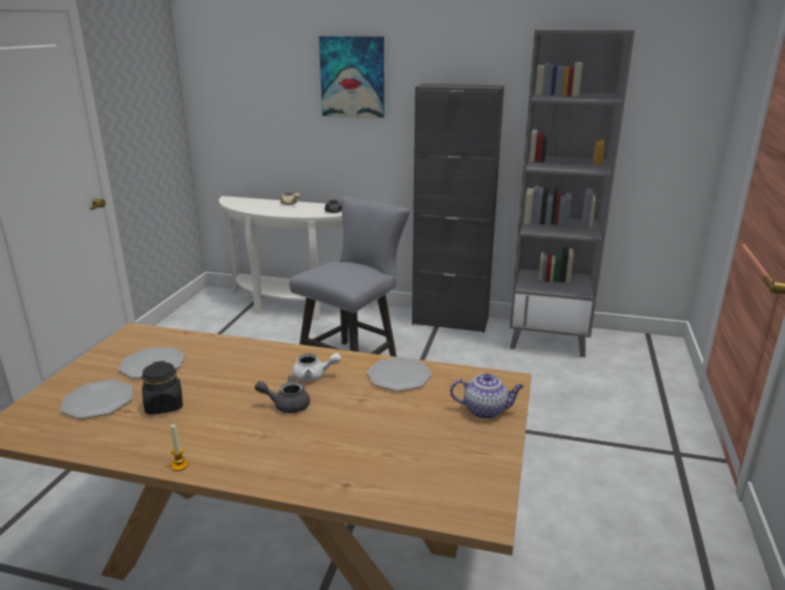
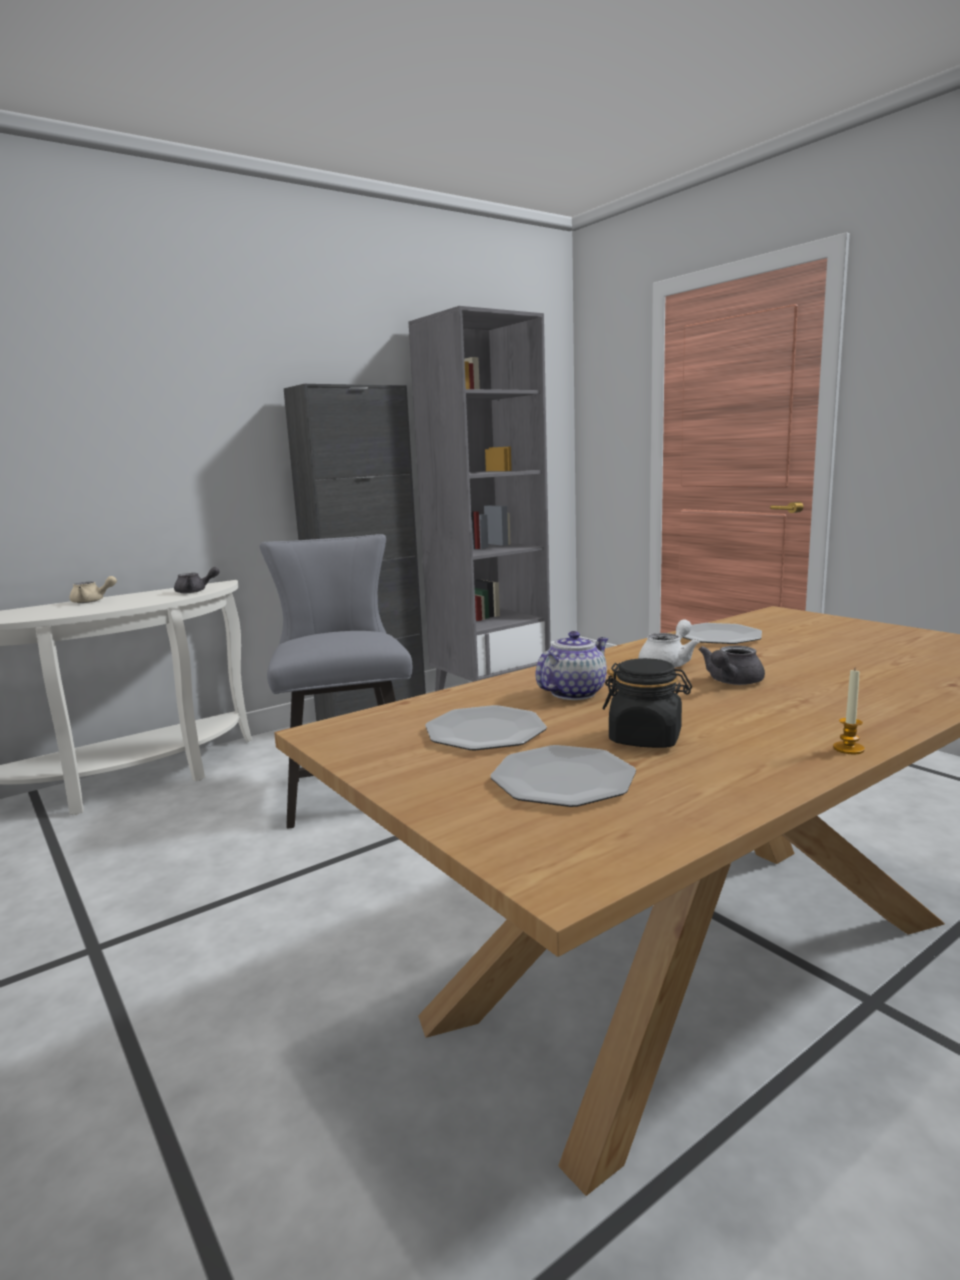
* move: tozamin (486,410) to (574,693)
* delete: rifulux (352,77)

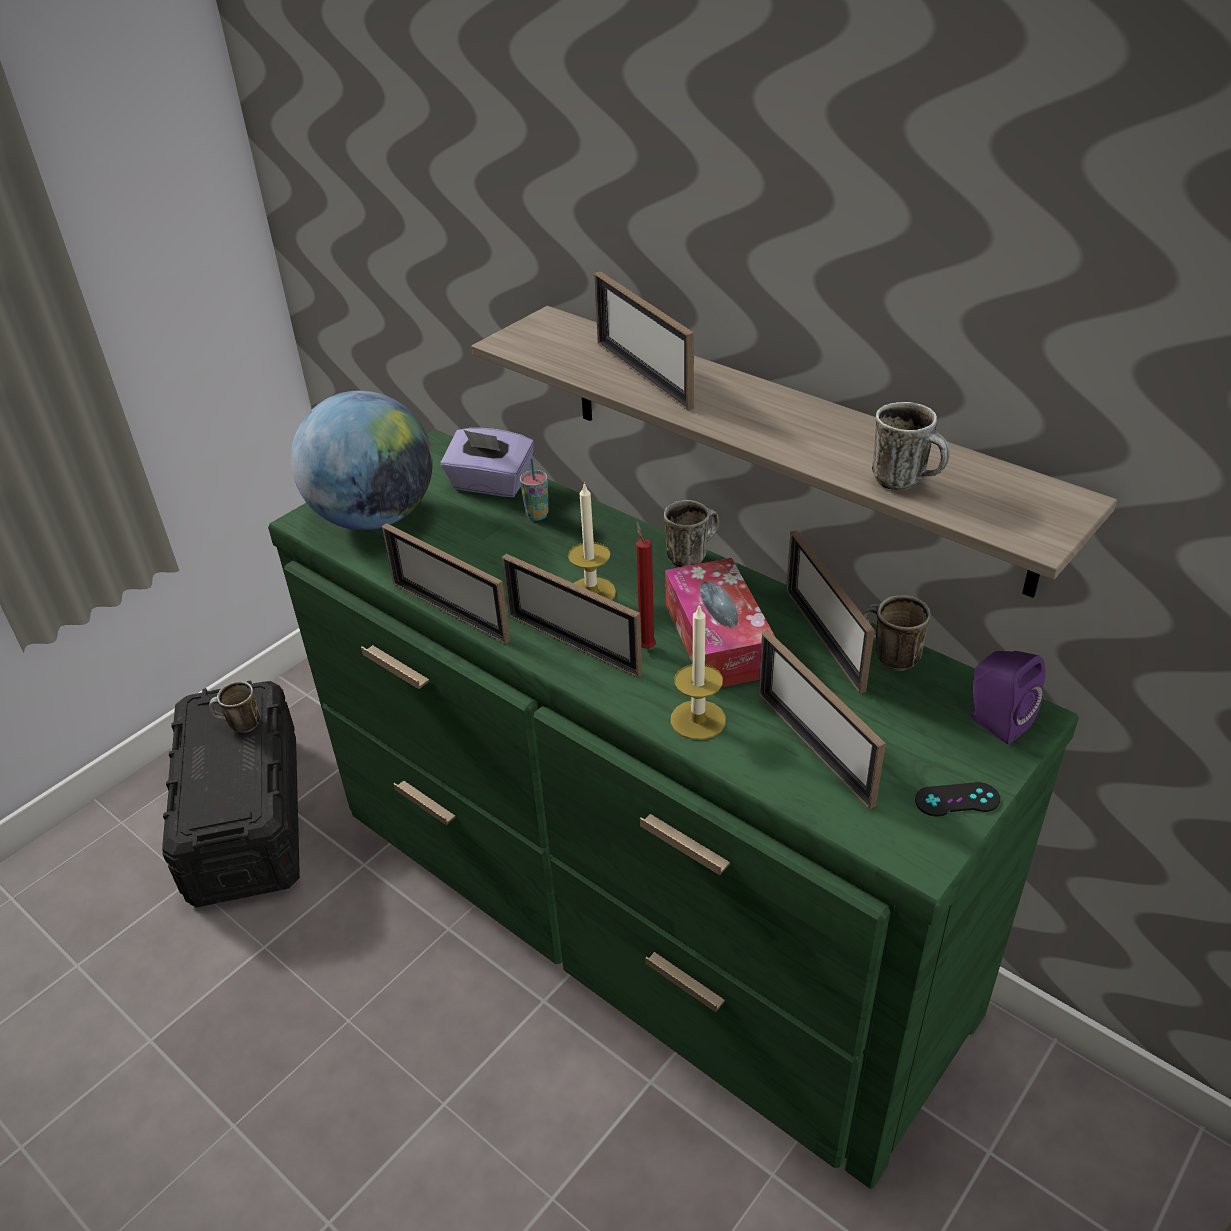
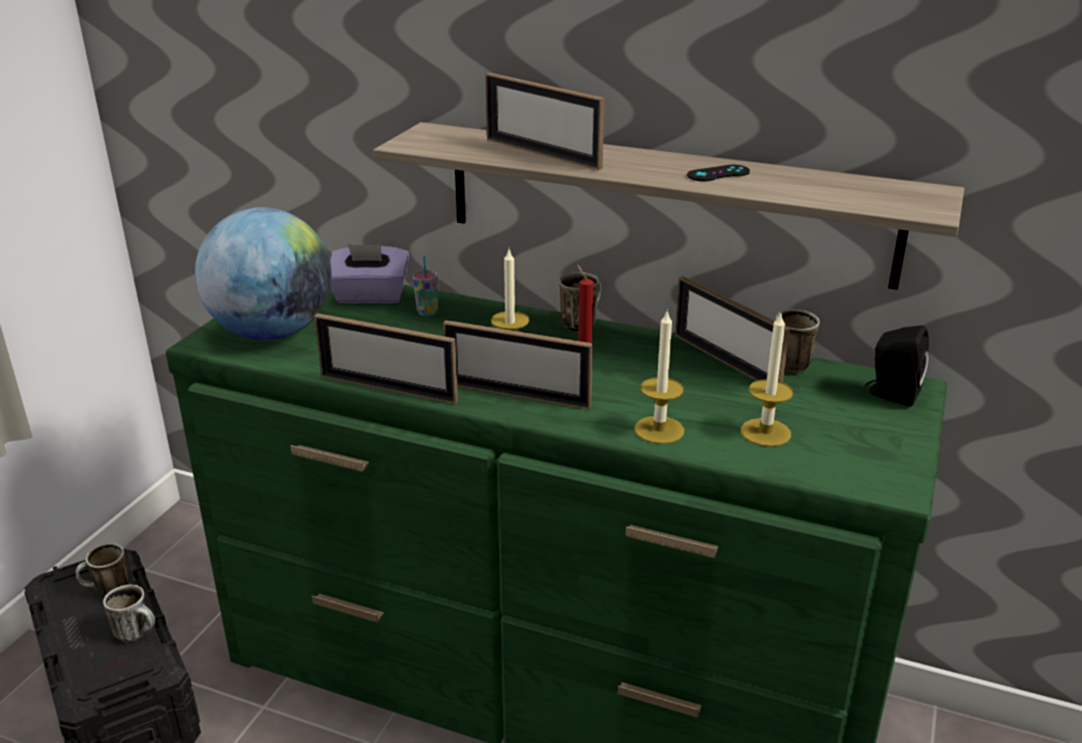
* move: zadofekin (907,482) to (138,634)
* move: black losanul (957,800) to (718,174)
* replace: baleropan (814,747) to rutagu (765,432)
* recolor: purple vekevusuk (994,722) to black vekevusuk (891,394)
* delete: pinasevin (718,639)

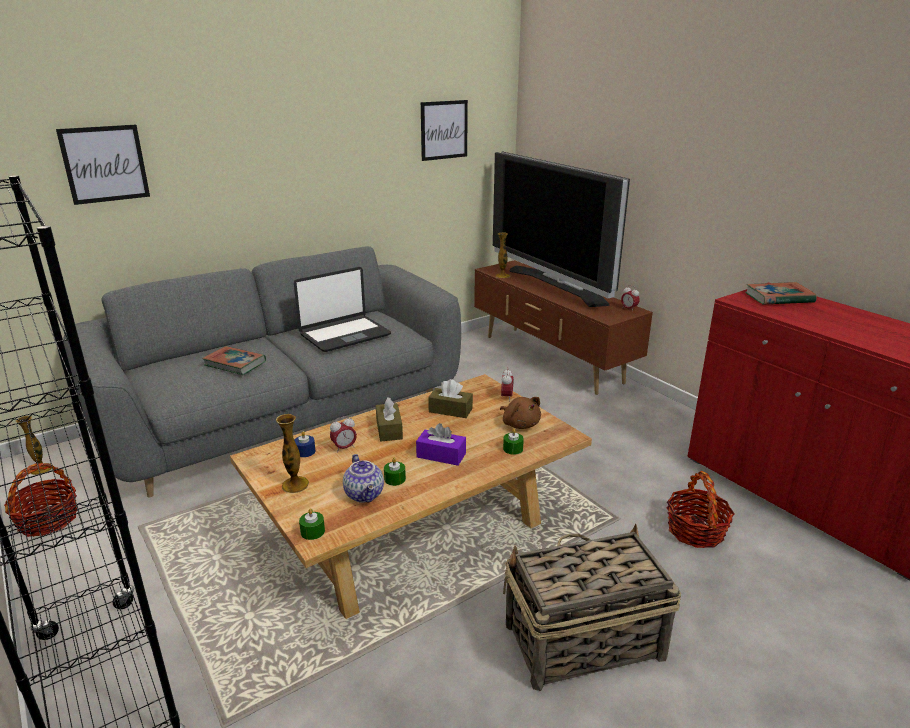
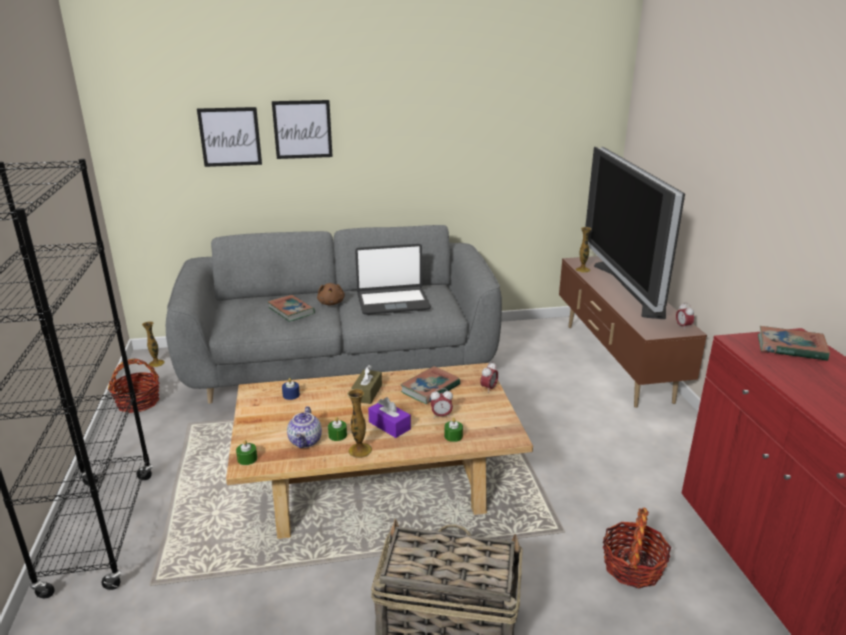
* move: rifulux (444,130) to (302,129)
* move: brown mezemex (520,424) to (331,303)
* move: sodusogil (295,485) to (360,450)
* replace: brown pinasevin (450,410) to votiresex (430,388)
* move: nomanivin (344,448) to (441,416)

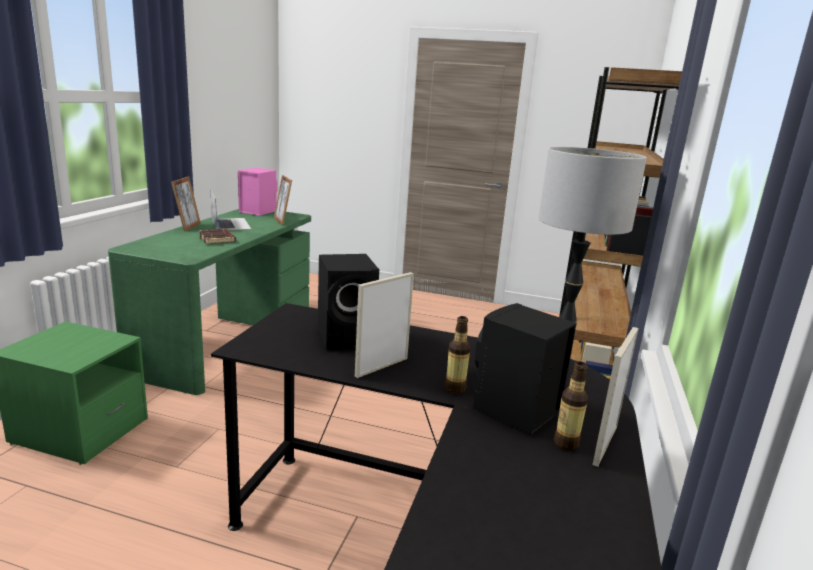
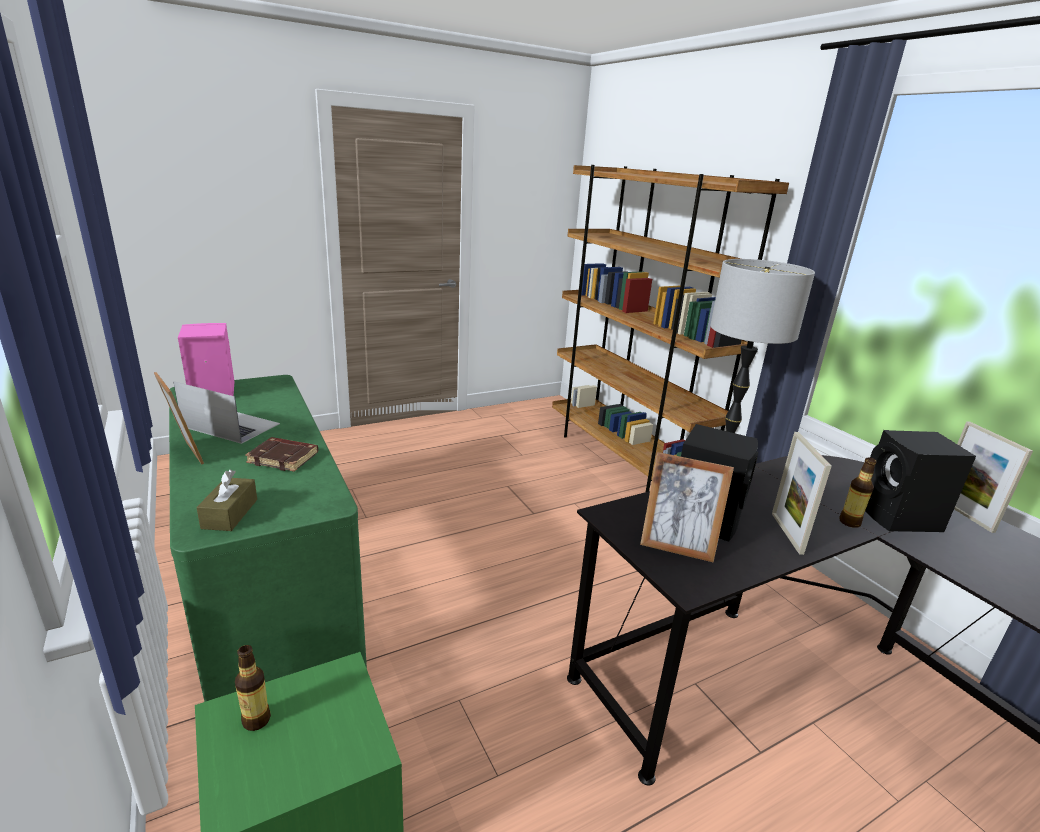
* insert: brown pinasevin (230,514)
* move: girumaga (566,444) to (256,720)
* move: baleropan (282,221) to (677,547)

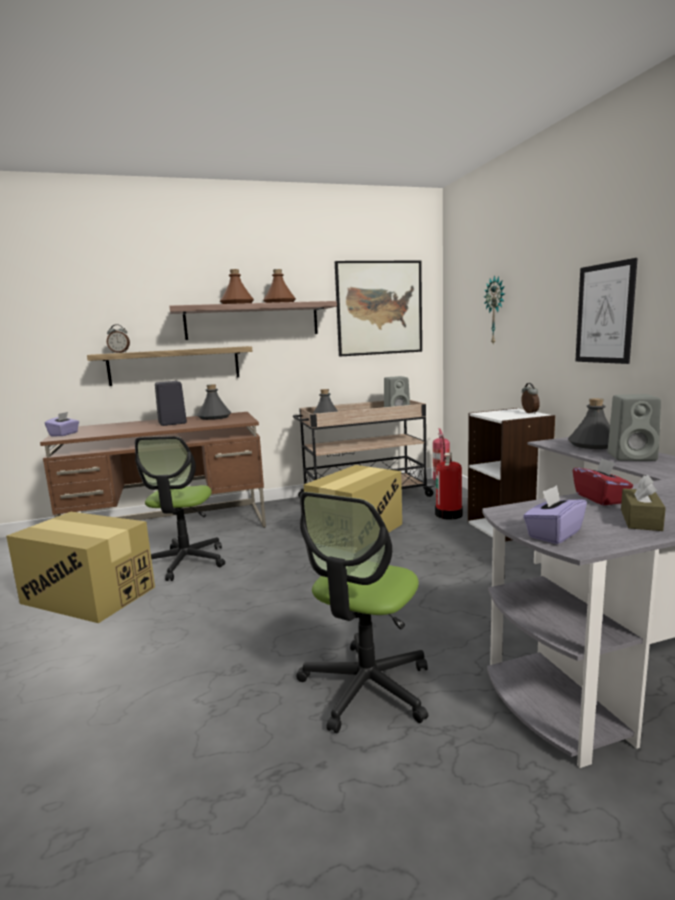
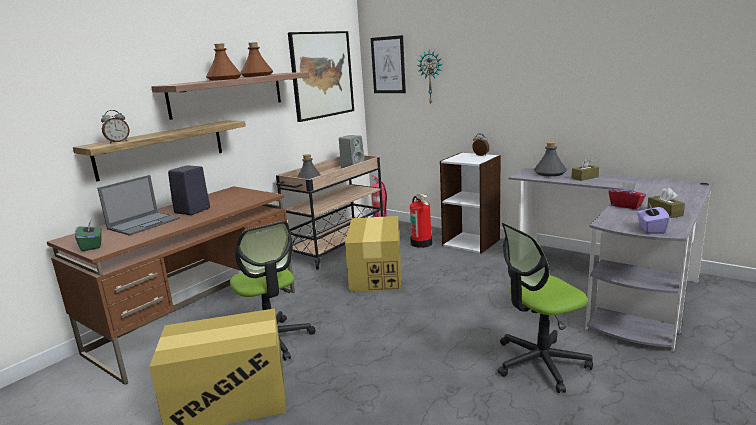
* recolor: purple pinasevin (64,434) to green pinasevin (92,246)
* insert: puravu (144,223)
* move: rifulux (604,313) to (388,65)
* rotate: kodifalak (366,687) = (540,363) 75 degrees clockwise
* replace: grey vekevusuk (633,457) to brown pinasevin (585,177)
* delete: grey girumaga (214,417)

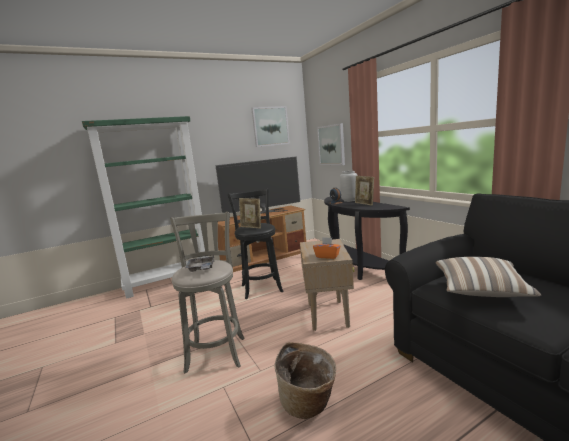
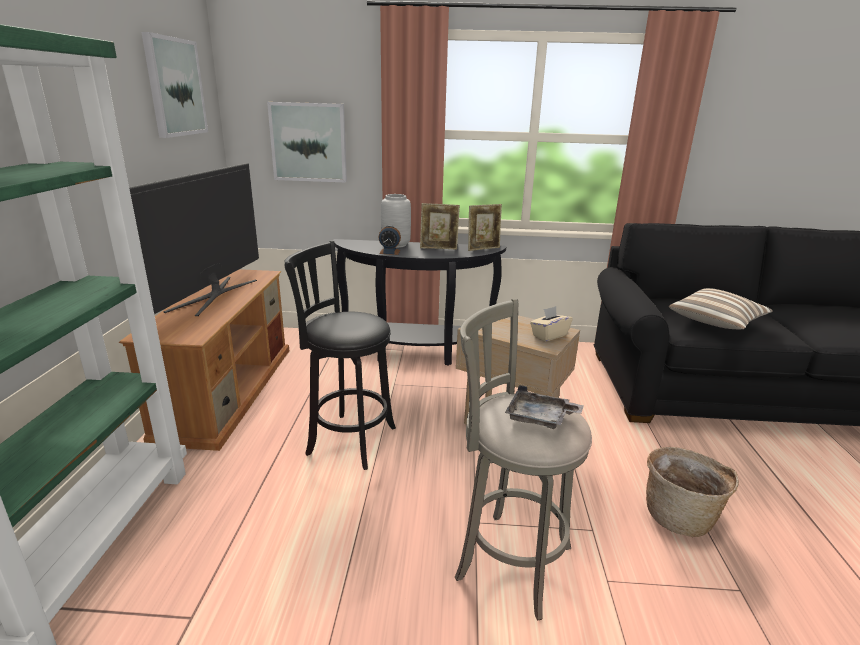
* move: baleropan (251,227) to (483,249)
* recolor: orange pinasevin (327,256) to beige pinasevin (549,335)

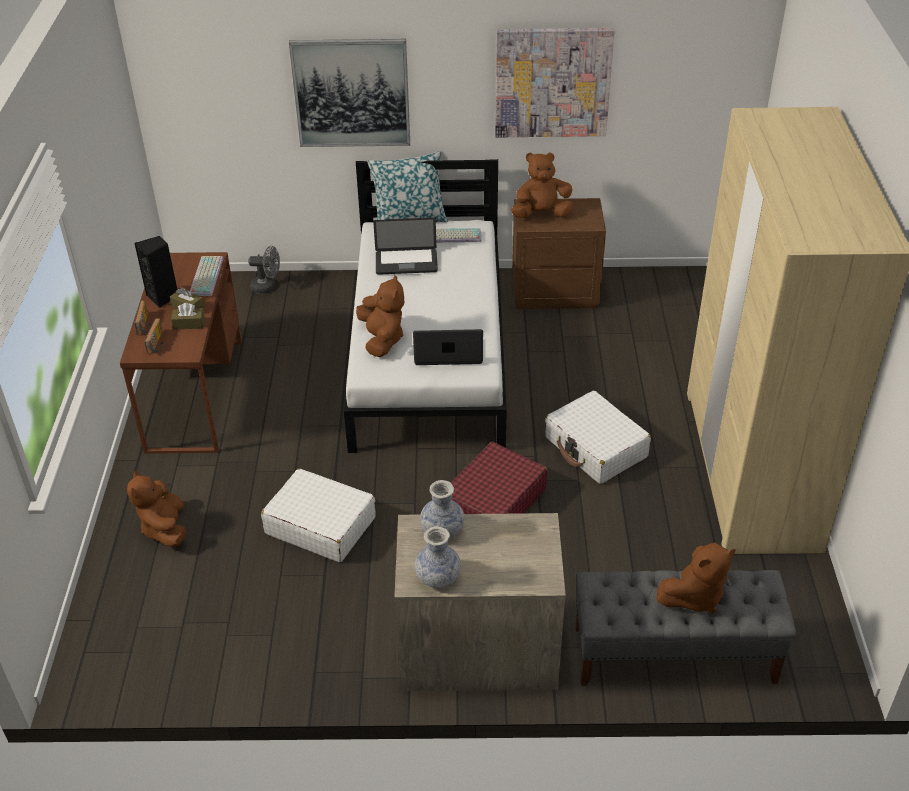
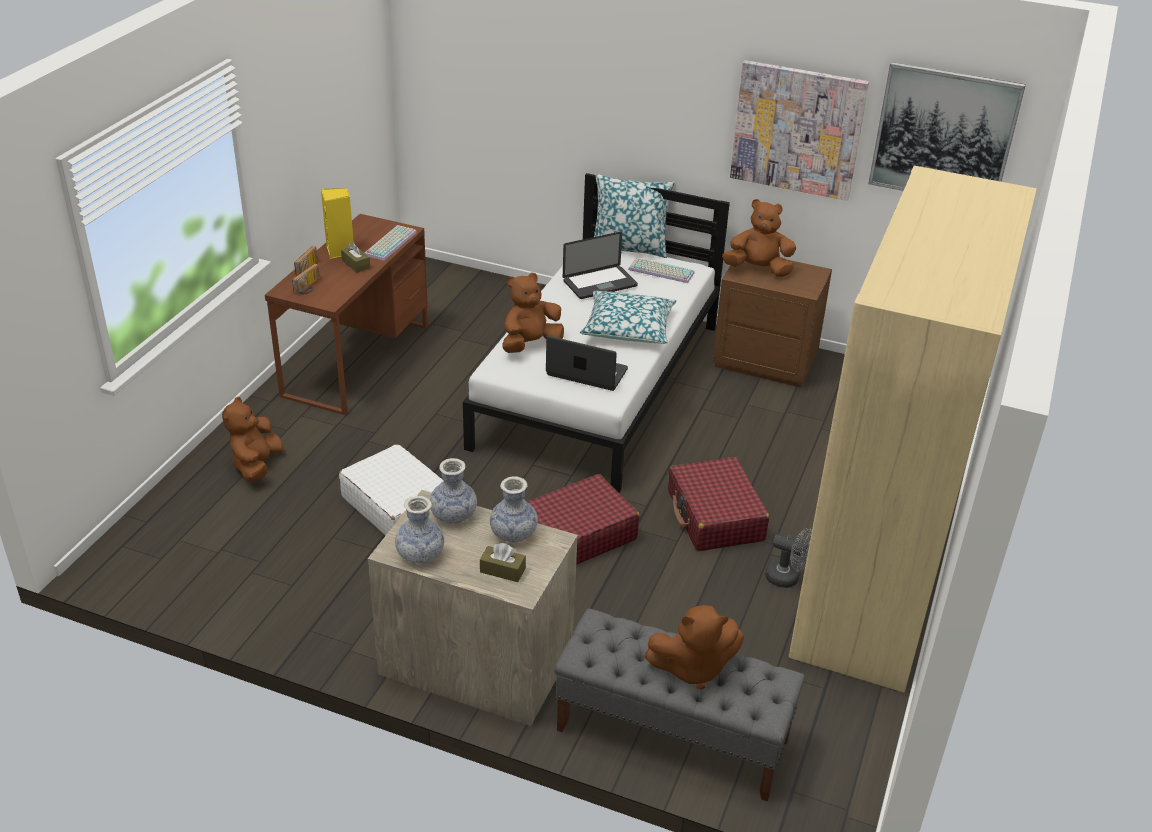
* recolor: black vekevusuk (163,297) to yellow vekevusuk (340,251)
* move: brown pinasevin (189,324) to (502,570)
* insert: sodusogil (513,534)
* rotate: brown mezemex (382,339) = (530,344) 135 degrees counterclockwise
* rotate: puravu (406,263) = (600,283) 45 degrees counterclockwise
* insert: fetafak (628,328)
* recolor: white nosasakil (596,448) to red nosasakil (715,516)
* move: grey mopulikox (267,287) to (788,578)
* move: rifulux (351,93) to (944,135)

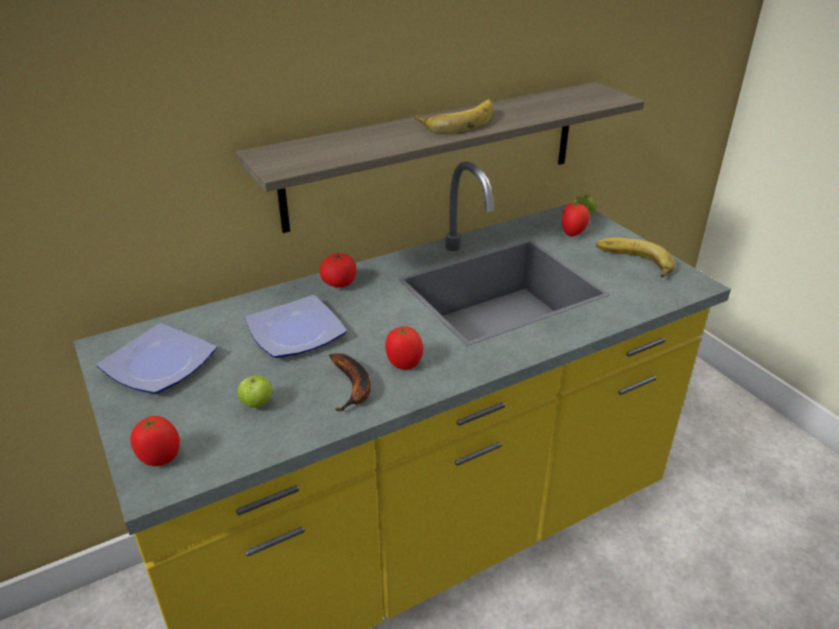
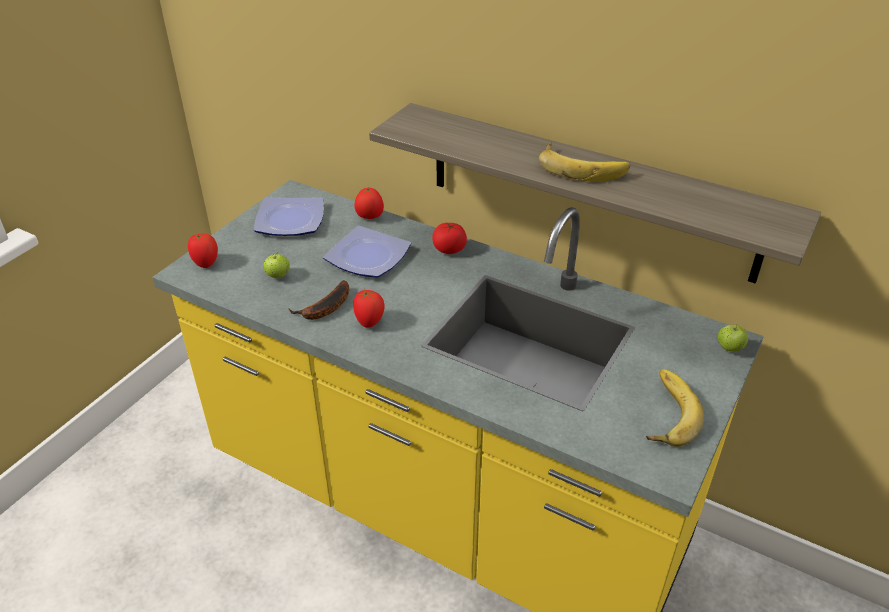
* move: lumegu (573,233) to (369,217)

